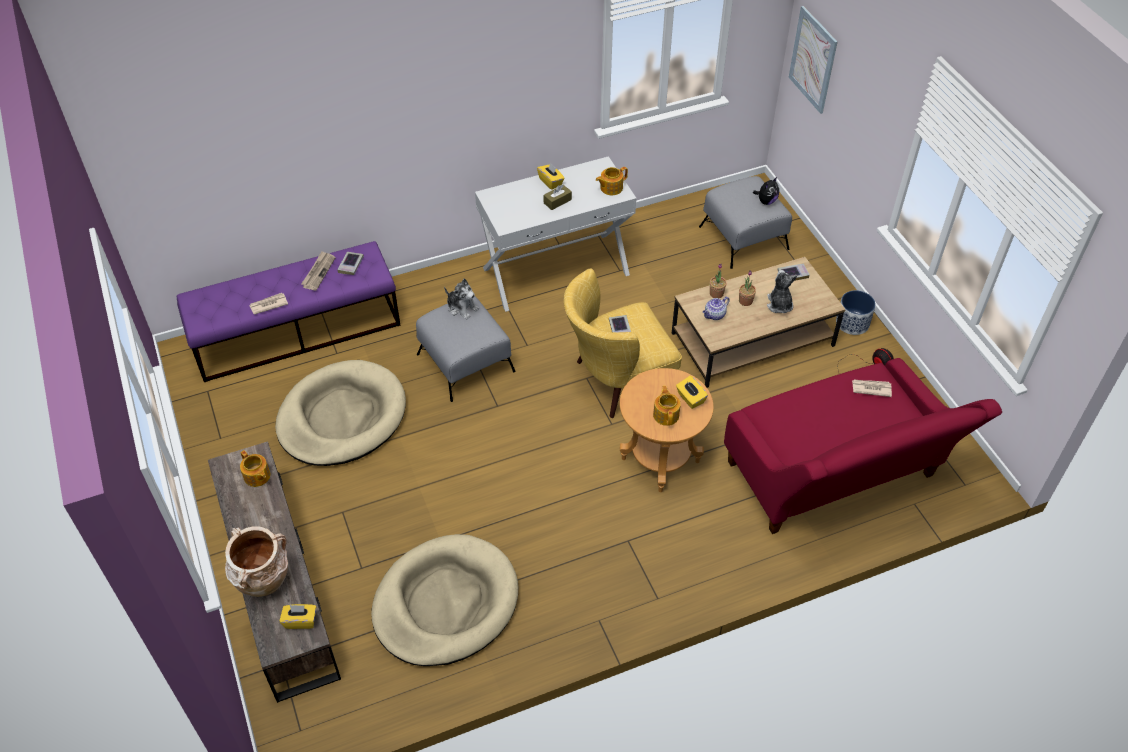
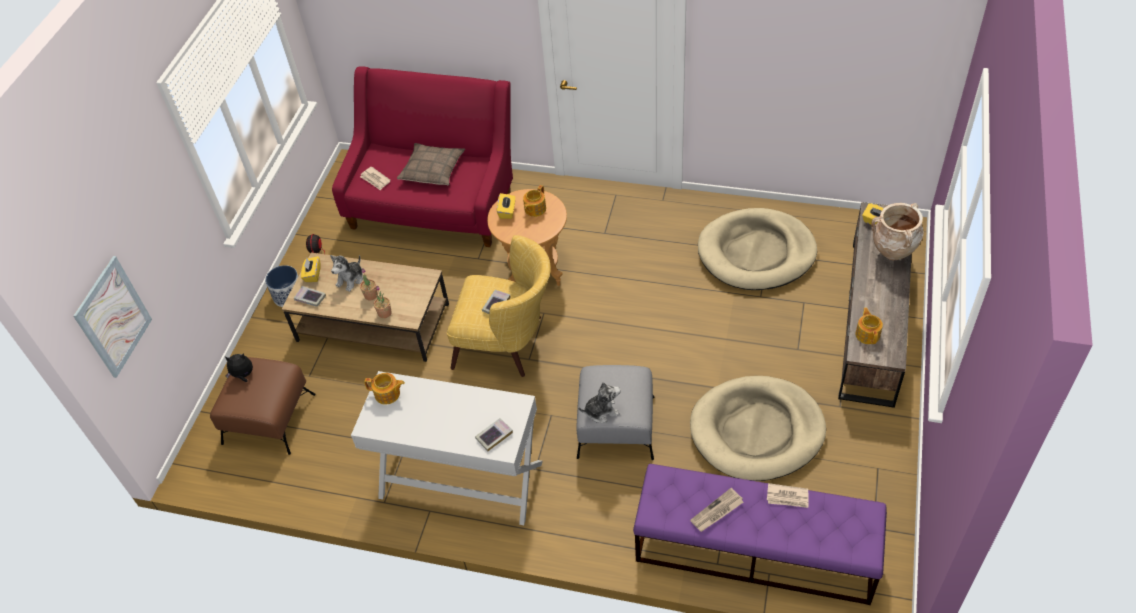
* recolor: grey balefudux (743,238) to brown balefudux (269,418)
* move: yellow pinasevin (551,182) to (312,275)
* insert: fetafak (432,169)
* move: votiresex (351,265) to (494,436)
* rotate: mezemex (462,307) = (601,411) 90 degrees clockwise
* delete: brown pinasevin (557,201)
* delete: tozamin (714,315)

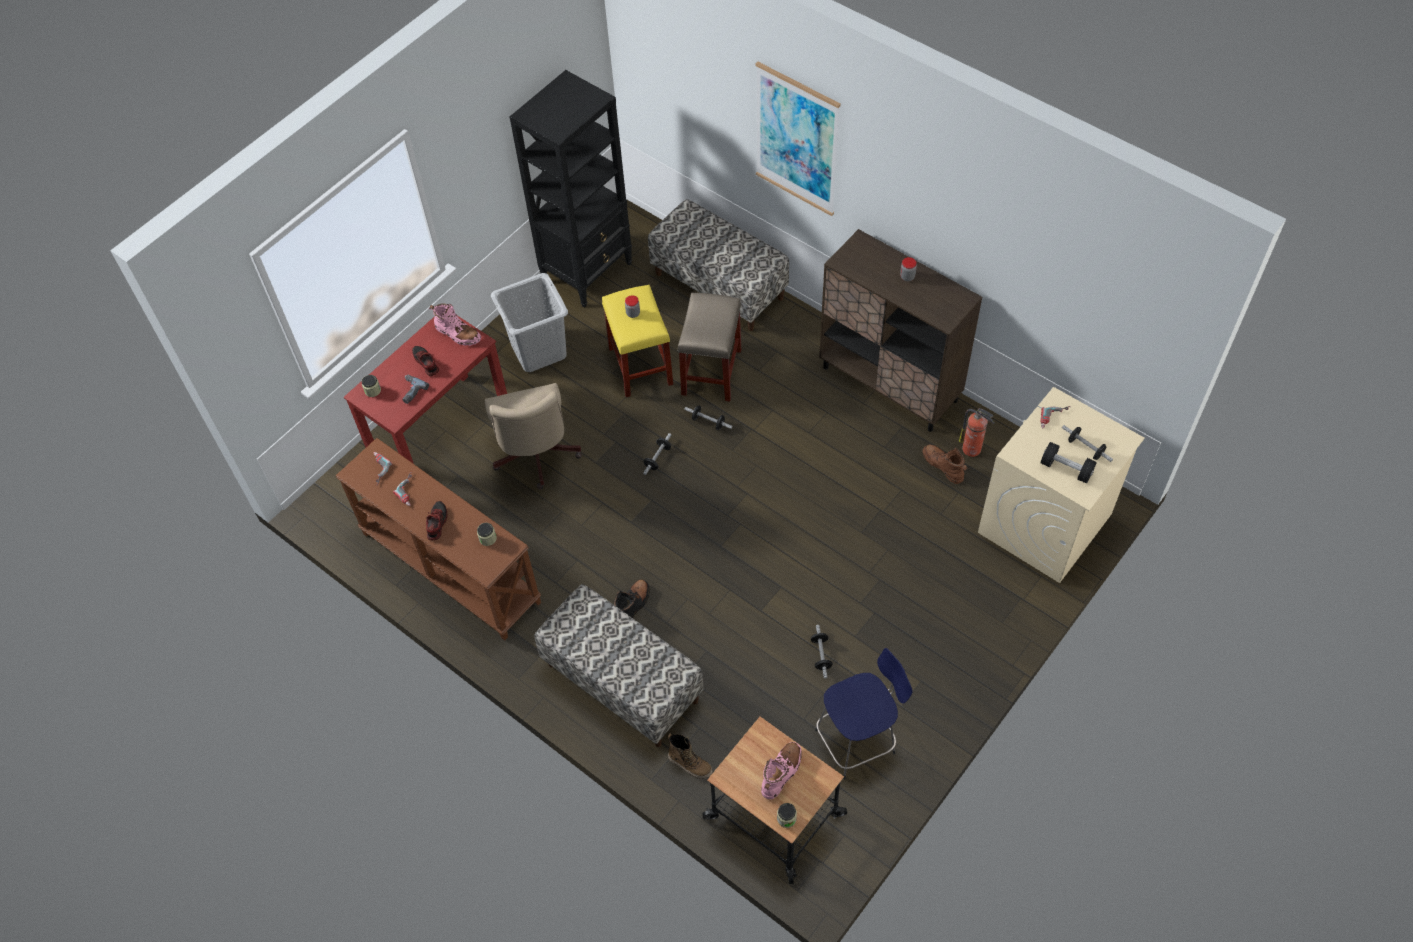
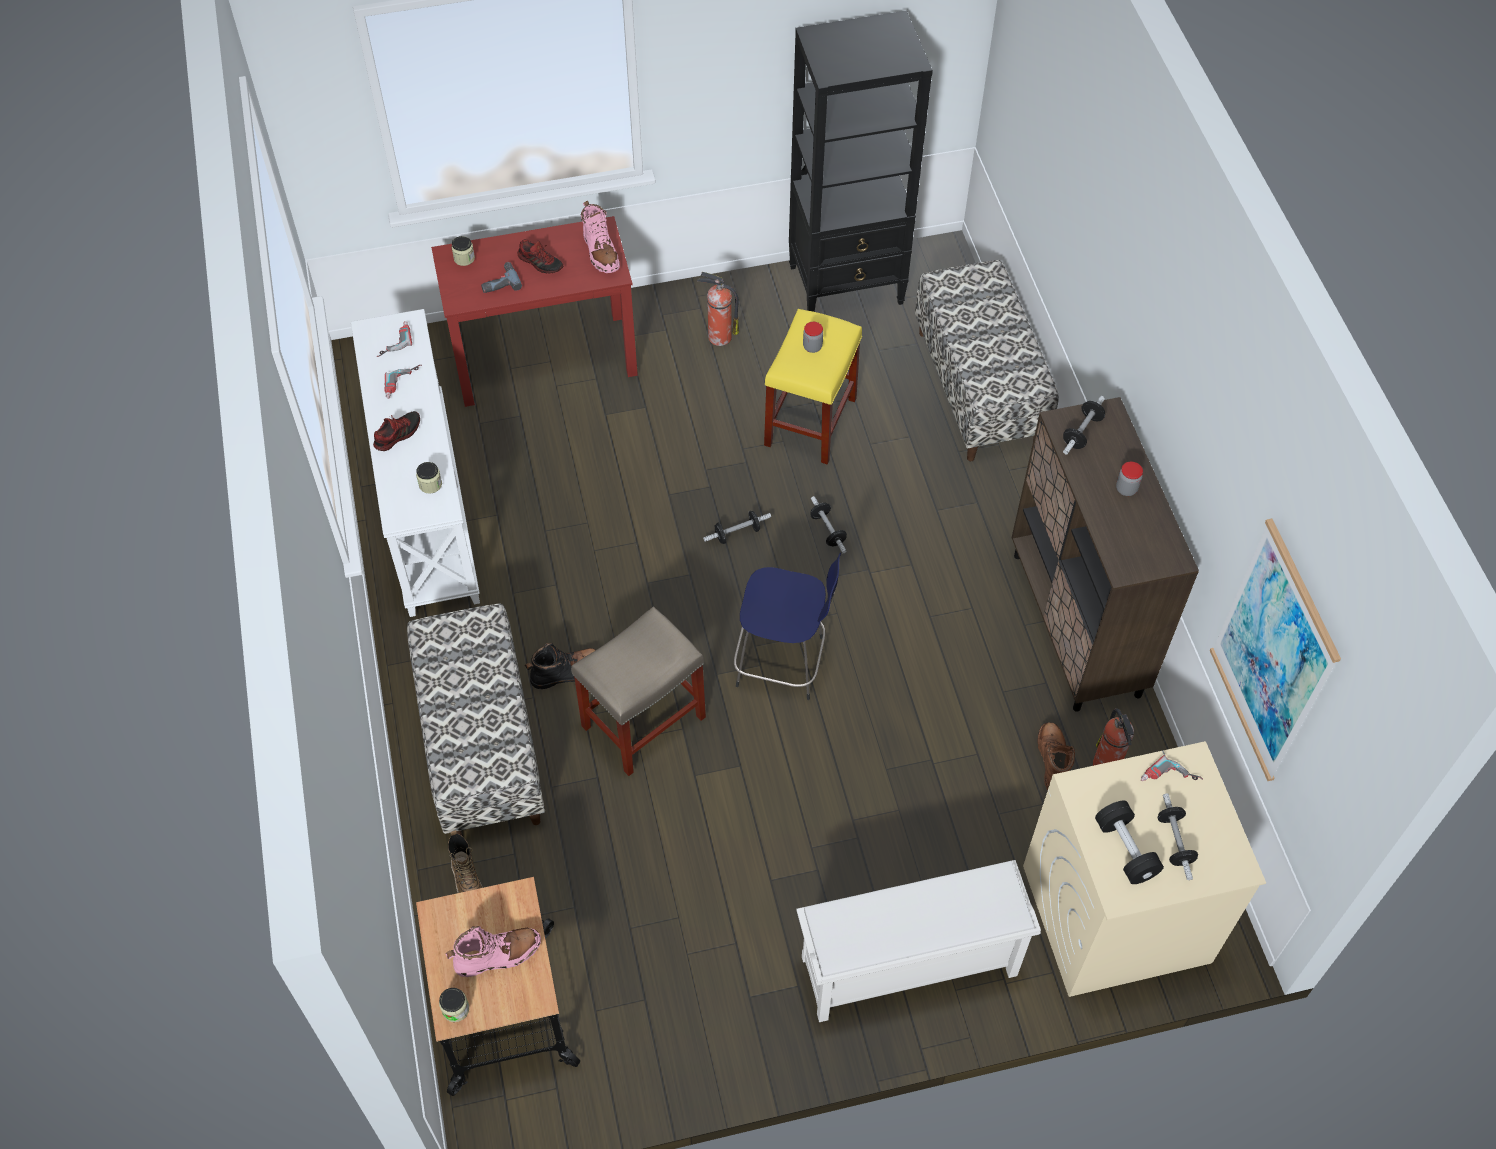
* recolor: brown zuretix (449,568) to white zuretix (425,505)
* rotate: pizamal (425,363) = (541,262) 120 degrees clockwise
* move: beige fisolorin (711,373) to (642,723)
* replace: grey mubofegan (538,350) to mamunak (718,336)
* move: blue fisolorin (857,740) to (783,662)
* insert: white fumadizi (907,968)
* move: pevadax (821,655) to (1082,432)
* move: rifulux (797,140) to (1272,653)
* delete: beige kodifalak (536,458)

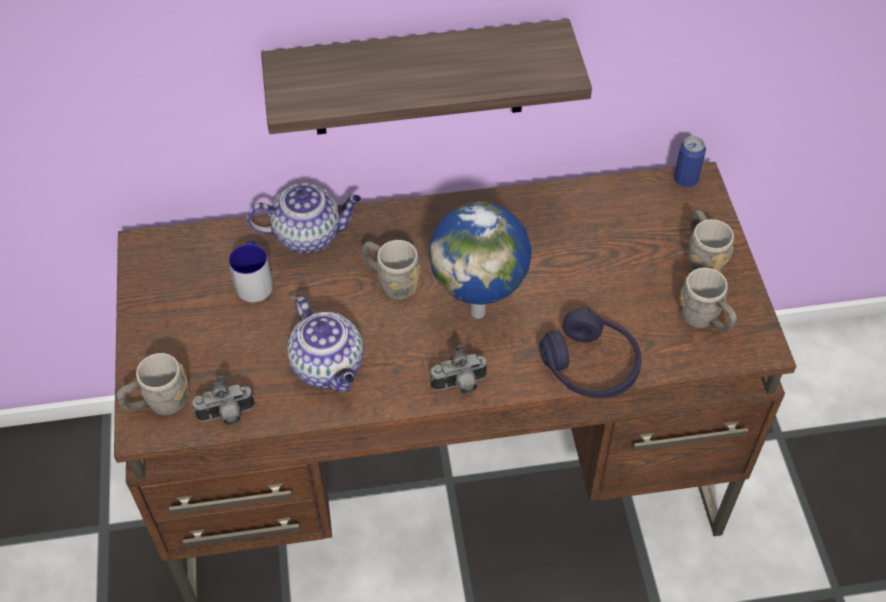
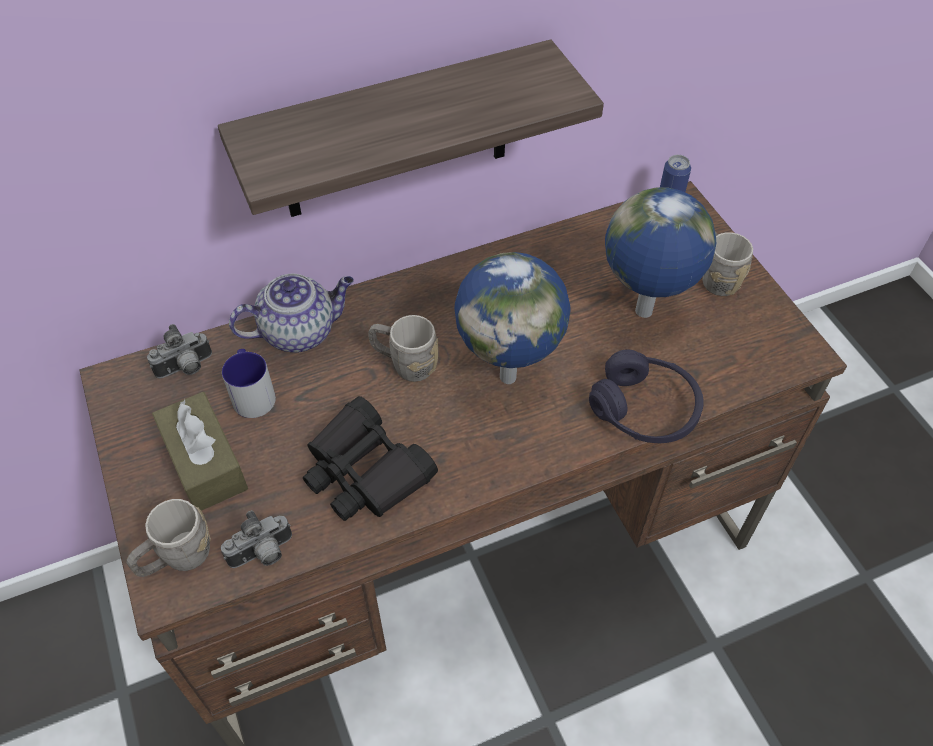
* move: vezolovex (460,385) to (186,368)
* insert: brown pinasevin (205,462)
* replace: tozamin (329,367) to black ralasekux (365,472)
* insert: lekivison (644,313)
* delete: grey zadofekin (704,320)

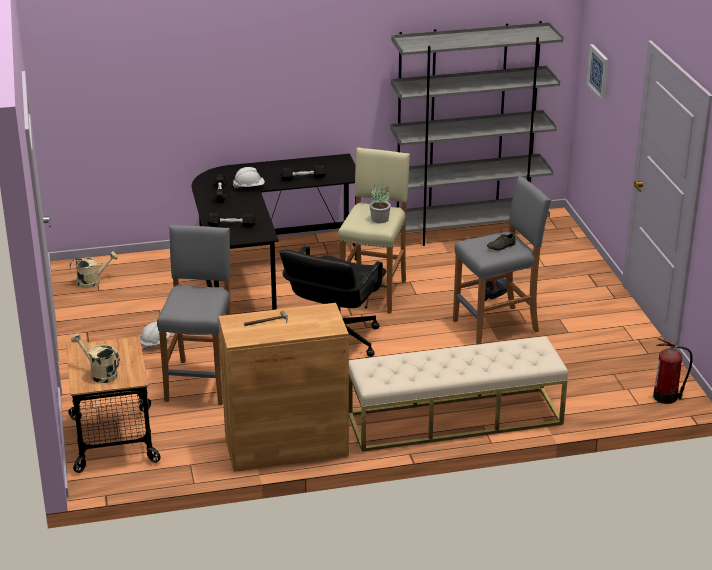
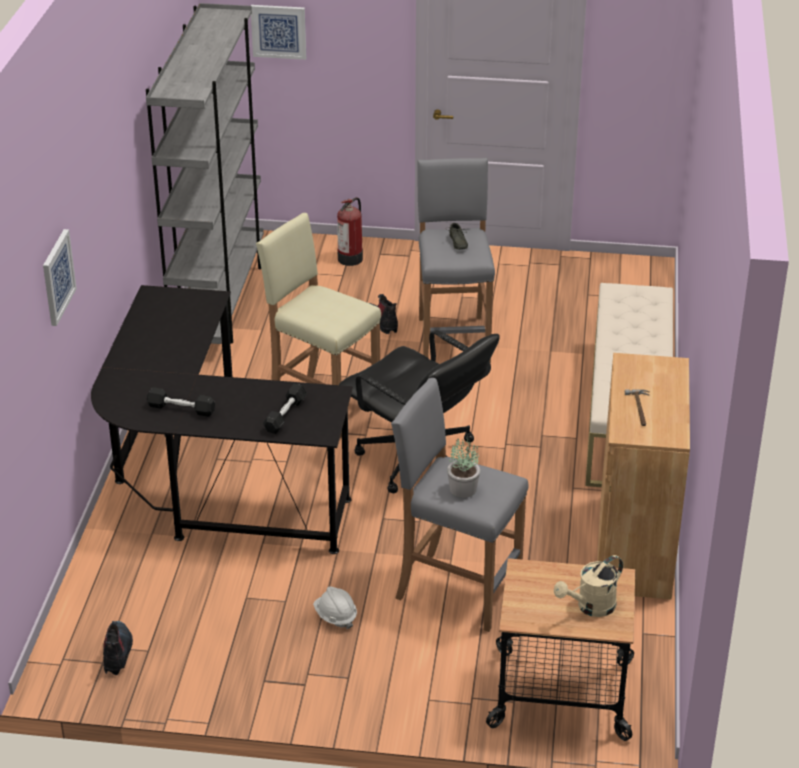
* insert: rifulux (57,277)
* replace: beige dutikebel (93,281) to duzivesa (117,653)
* move: mamunak (667,397) to (351,258)
* move: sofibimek (380,219) to (462,488)
* delete: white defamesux (249,187)
* delete: black pevadax (303,178)

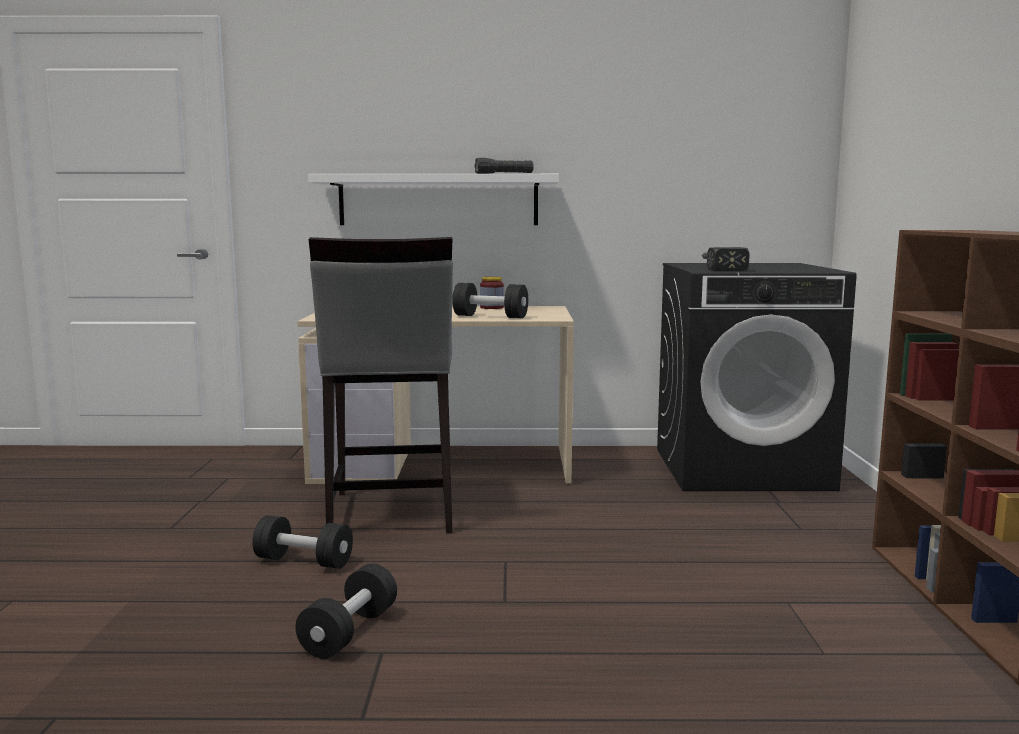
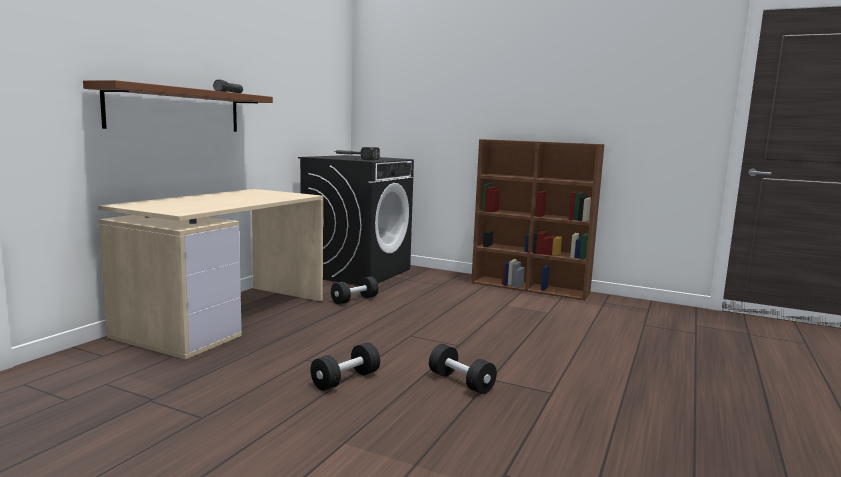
* recolor: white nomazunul (438,200) to brown nomazunul (176,110)
* move: black pevadax (490,316) to (354,300)
* delete: grey fisolorin (390,512)
* delete: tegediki (491,307)

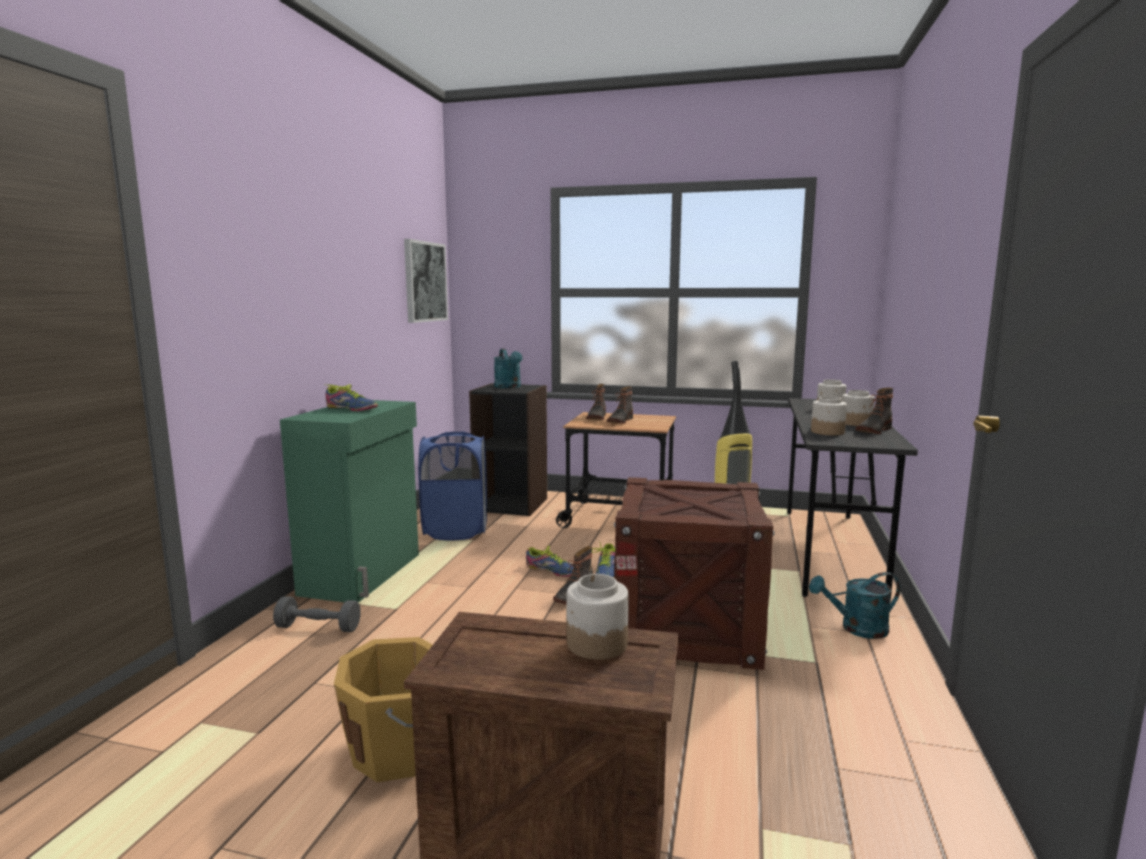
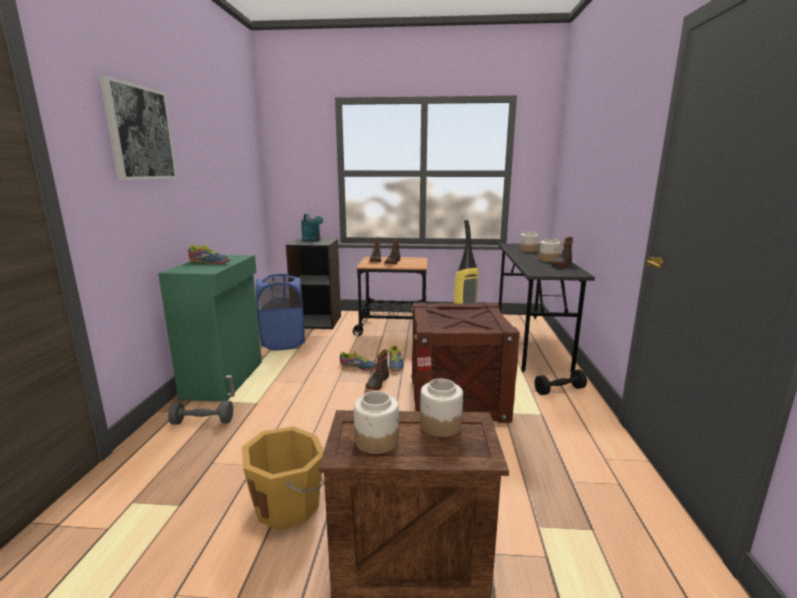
* move: rifulux (424,282) to (140,133)
* move: tegediki (828,432) to (377,440)
* replace: turquoise dutikebel (856,629) to black pevadax (559,390)

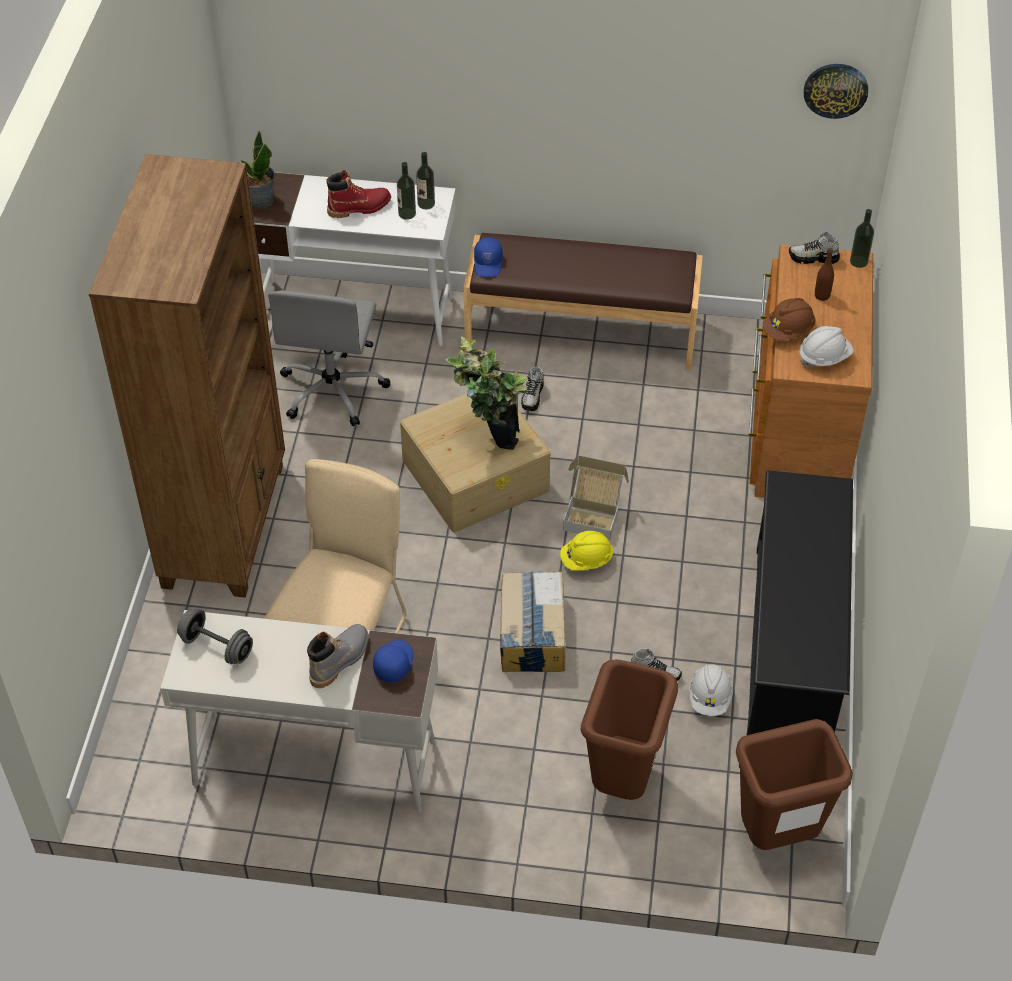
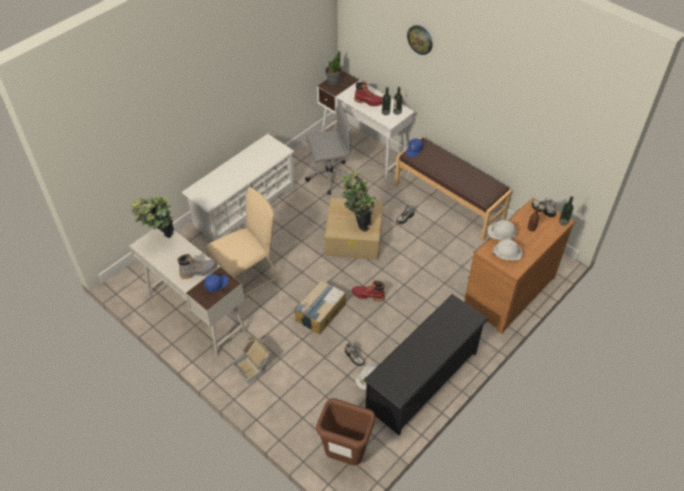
* replace: grey pevadax (217,647) to sofibimek (161,241)
* replace: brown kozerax (226,524) to white fumadizi (244,207)
* move: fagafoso (593,513) to (253,366)
* rotate: grey kodifalak (333,390) = (328,176) 150 degrees counterclockwise
* replace: yellow defamesux (586,560) to red duzivesa (368,295)
* move: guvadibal (835,90) to (420,39)
* recolor: brown defamesux (788,331) to white defamesux (501,236)
* delete: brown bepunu (622,783)

